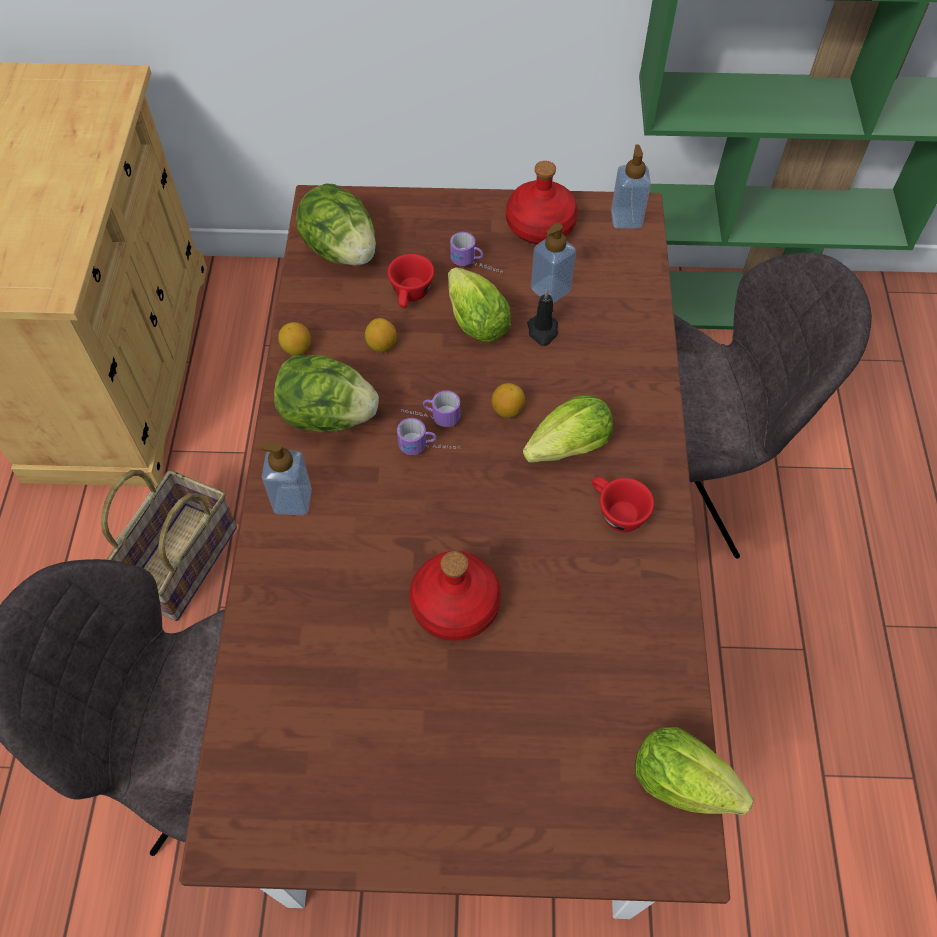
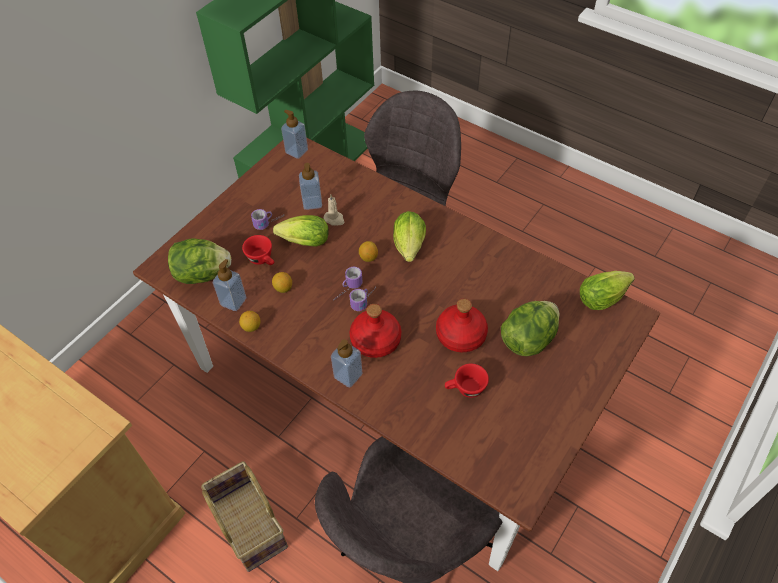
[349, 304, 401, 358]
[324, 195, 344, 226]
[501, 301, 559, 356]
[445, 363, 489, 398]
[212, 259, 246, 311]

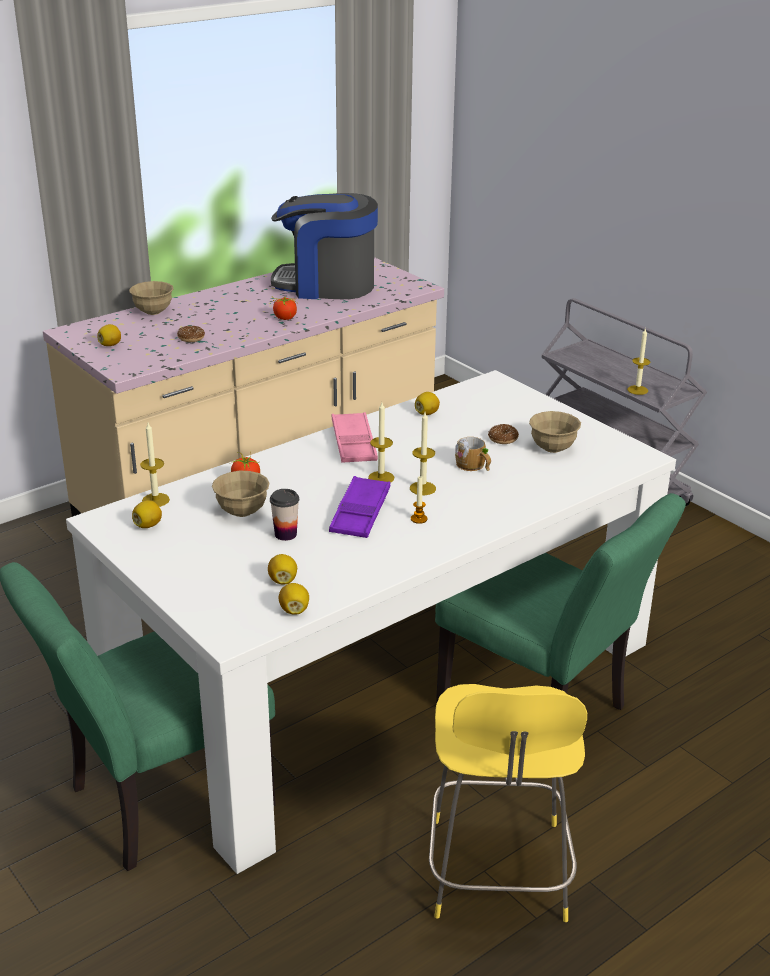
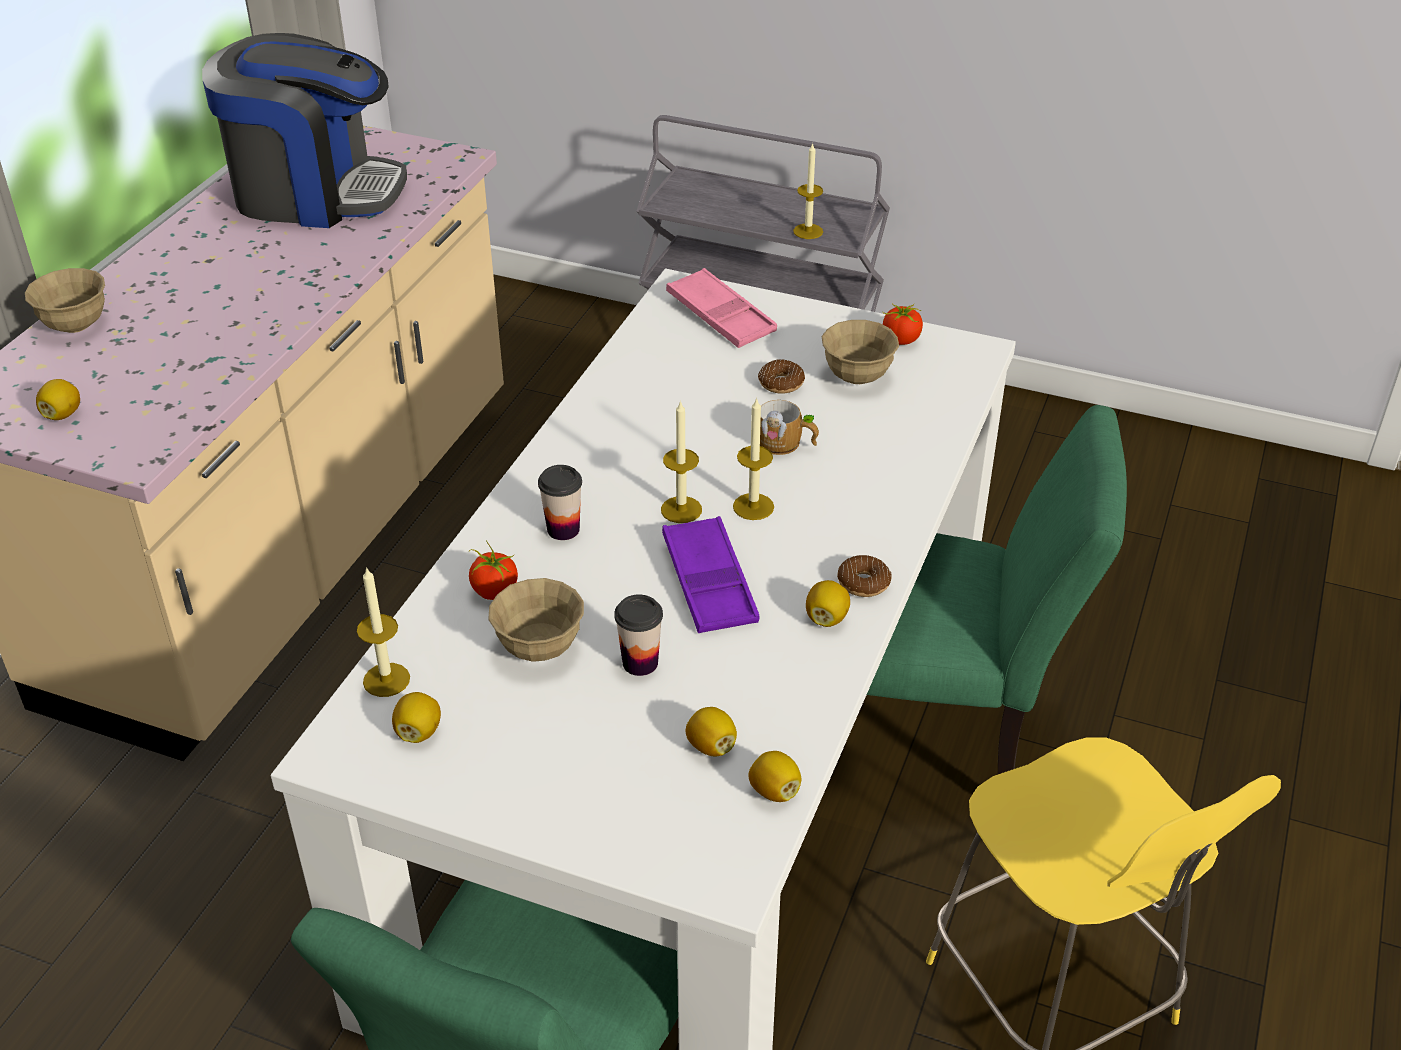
[202, 33, 407, 228]
[882, 303, 923, 345]
[837, 555, 892, 597]
[806, 580, 850, 627]
[666, 268, 777, 348]
[411, 476, 427, 524] (first image)
[538, 465, 582, 540]

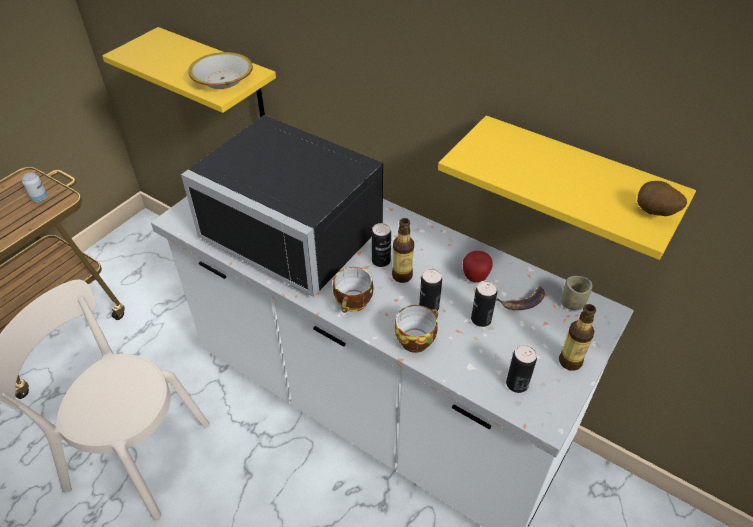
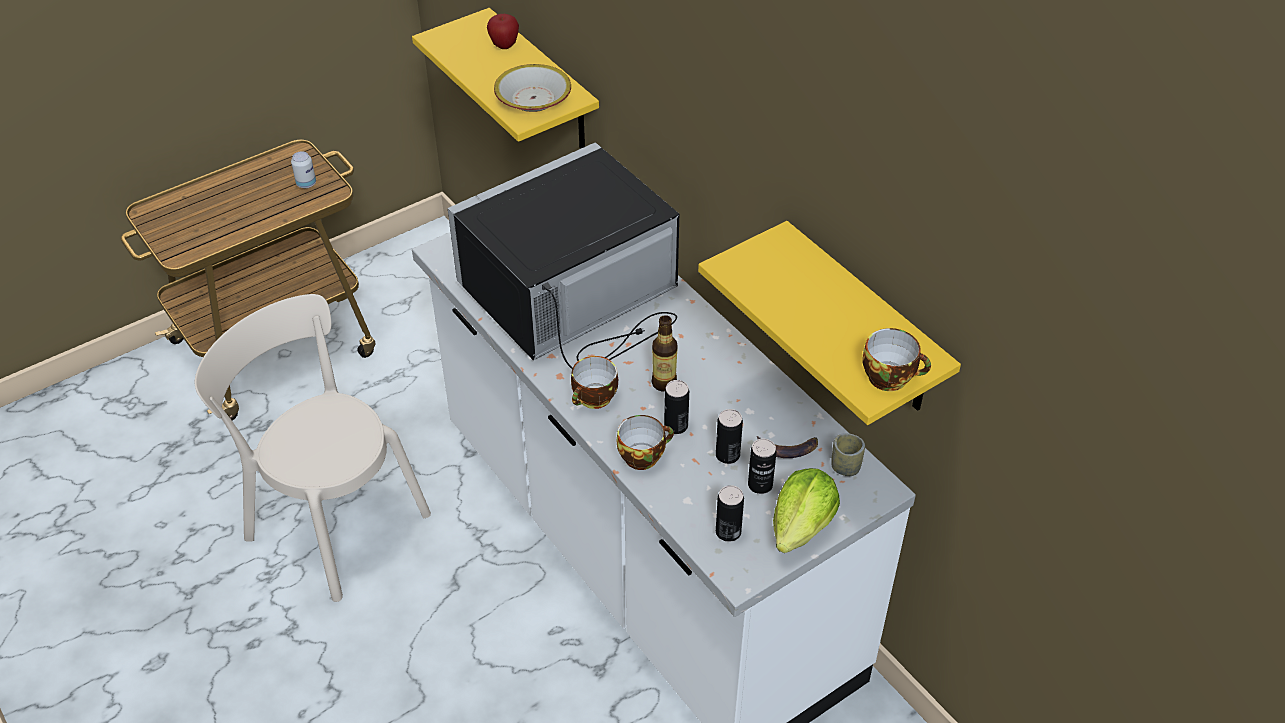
[448, 142, 679, 369]
[862, 328, 931, 391]
[748, 439, 777, 494]
[487, 14, 519, 49]
[773, 468, 840, 553]

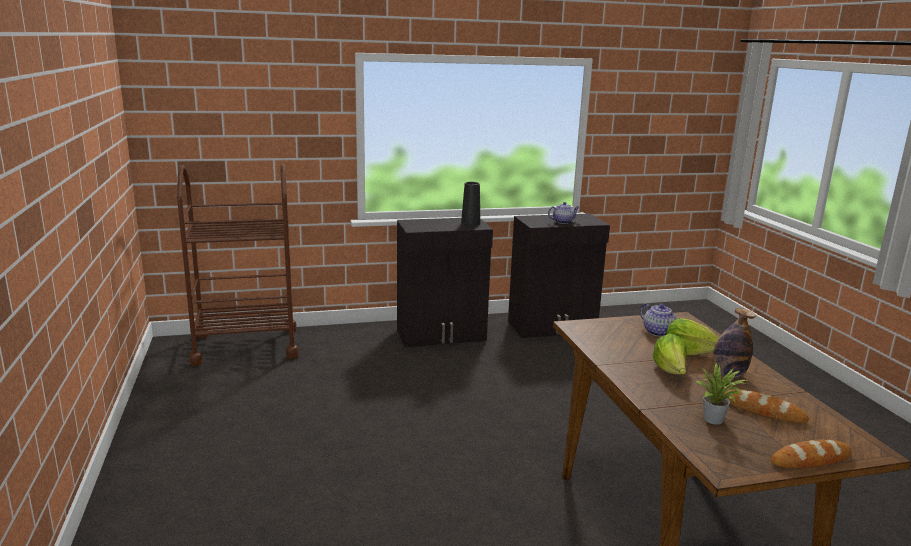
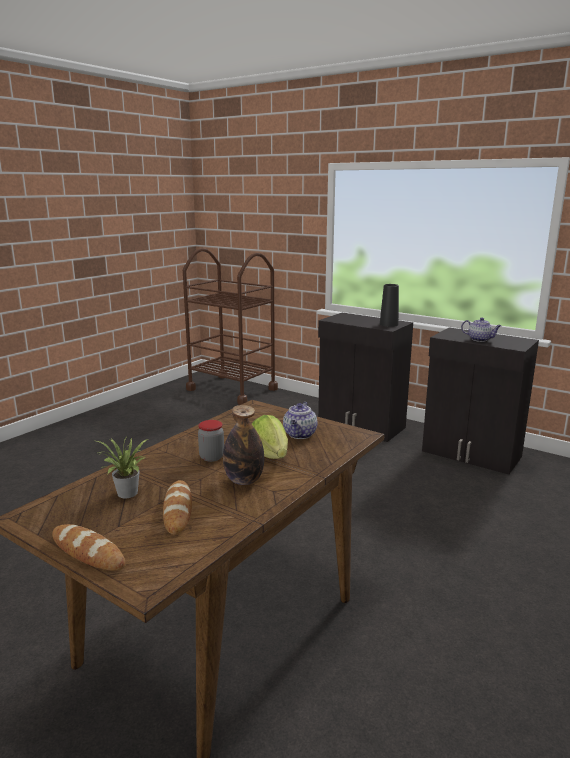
[198, 420, 224, 462]

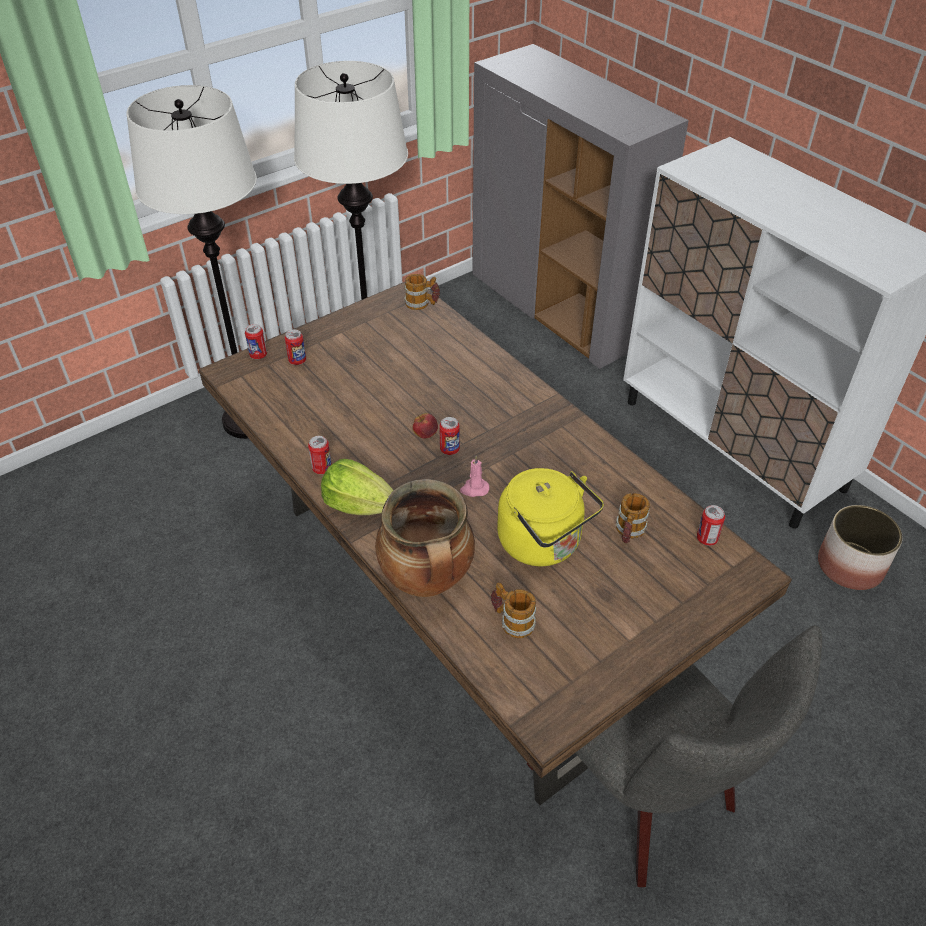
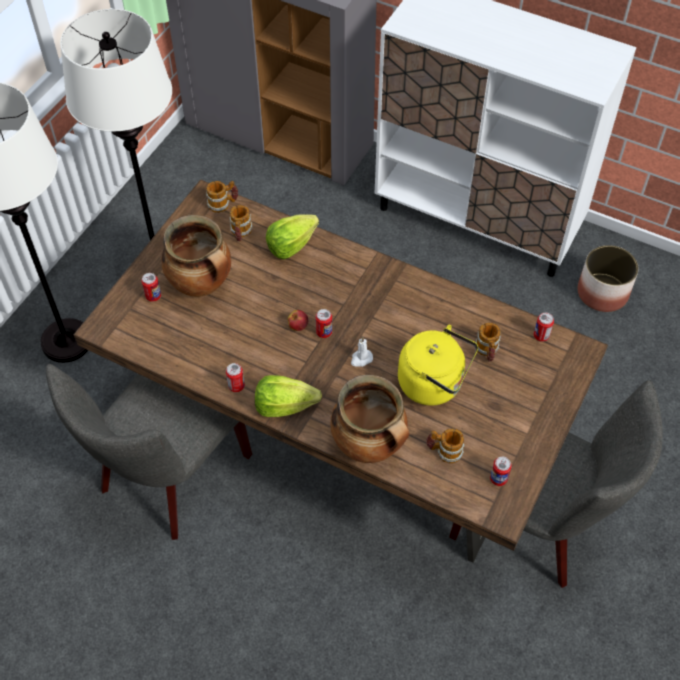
[490, 456, 512, 486]
[351, 337, 373, 367]
[230, 205, 252, 241]
[162, 215, 231, 297]
[266, 215, 319, 259]
[46, 364, 252, 540]

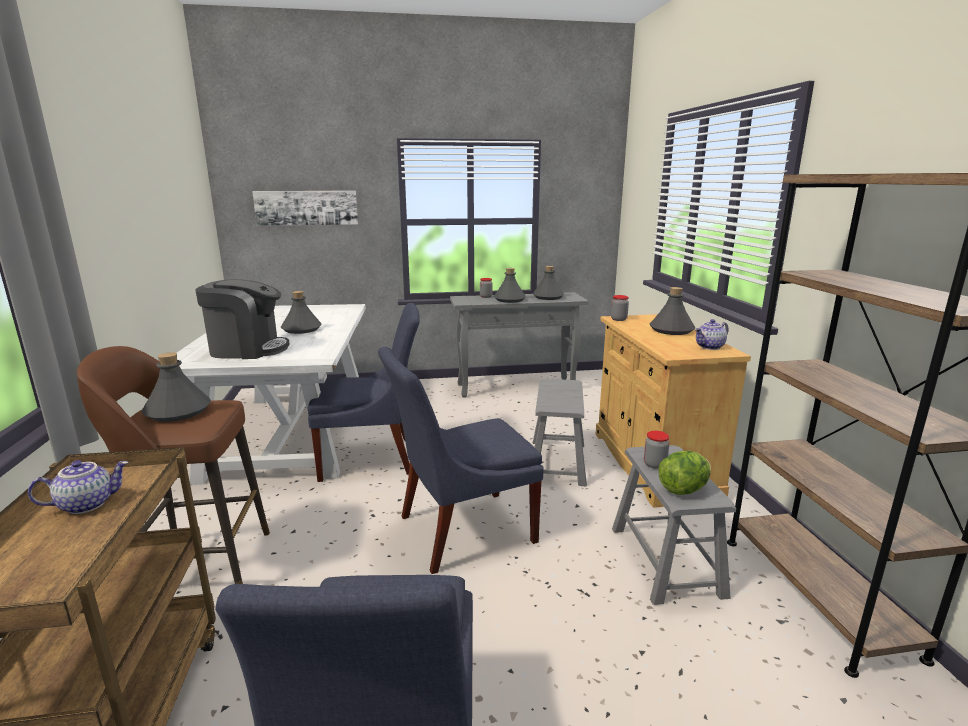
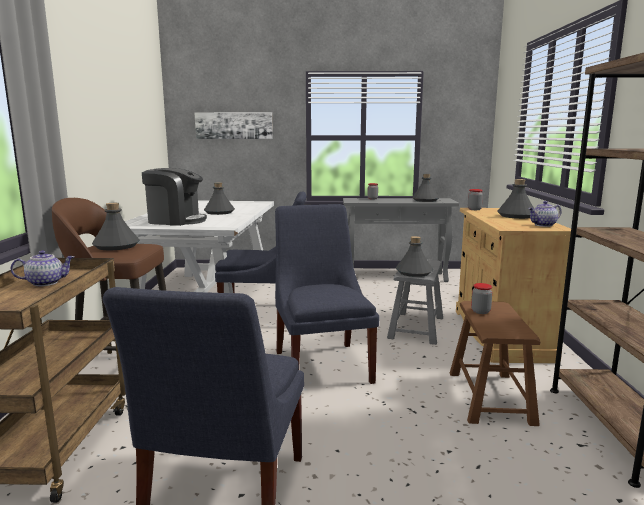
[396, 236, 433, 277]
[275, 204, 380, 384]
[450, 301, 540, 426]
[658, 451, 711, 495] (first image)

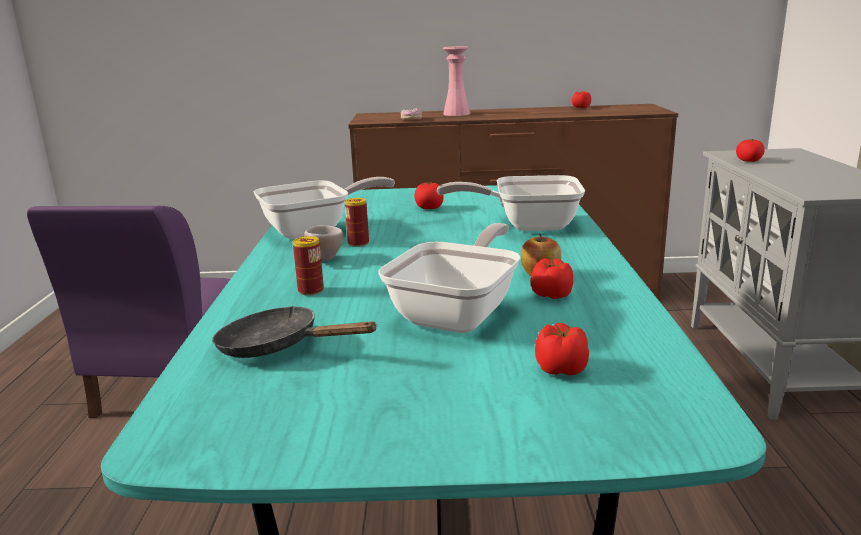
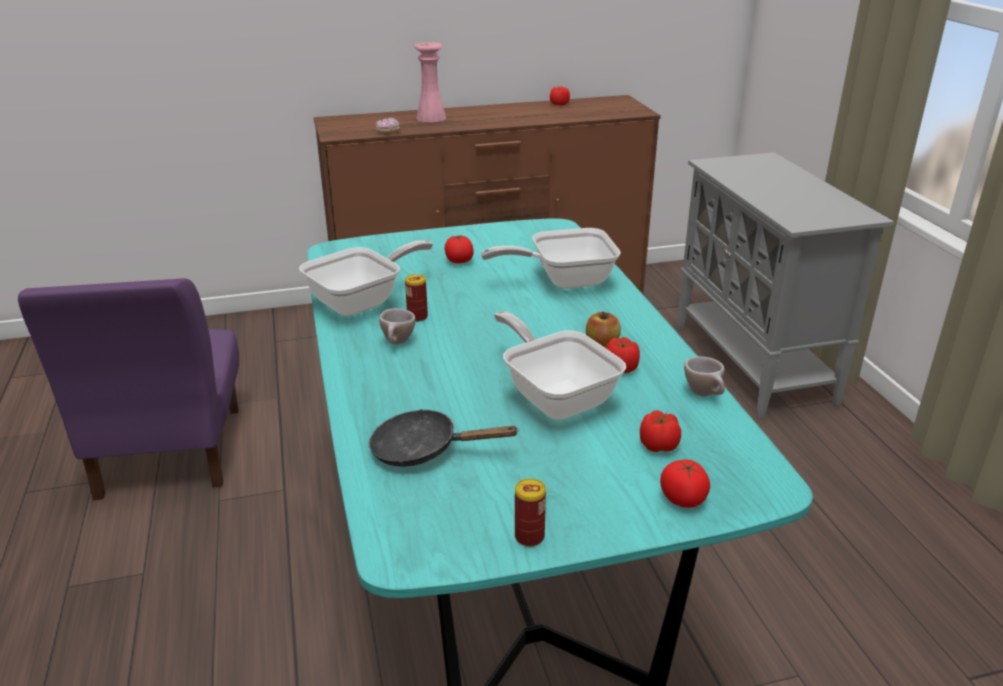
[660, 460, 710, 508]
[494, 311, 626, 420]
[515, 479, 546, 547]
[684, 356, 725, 396]

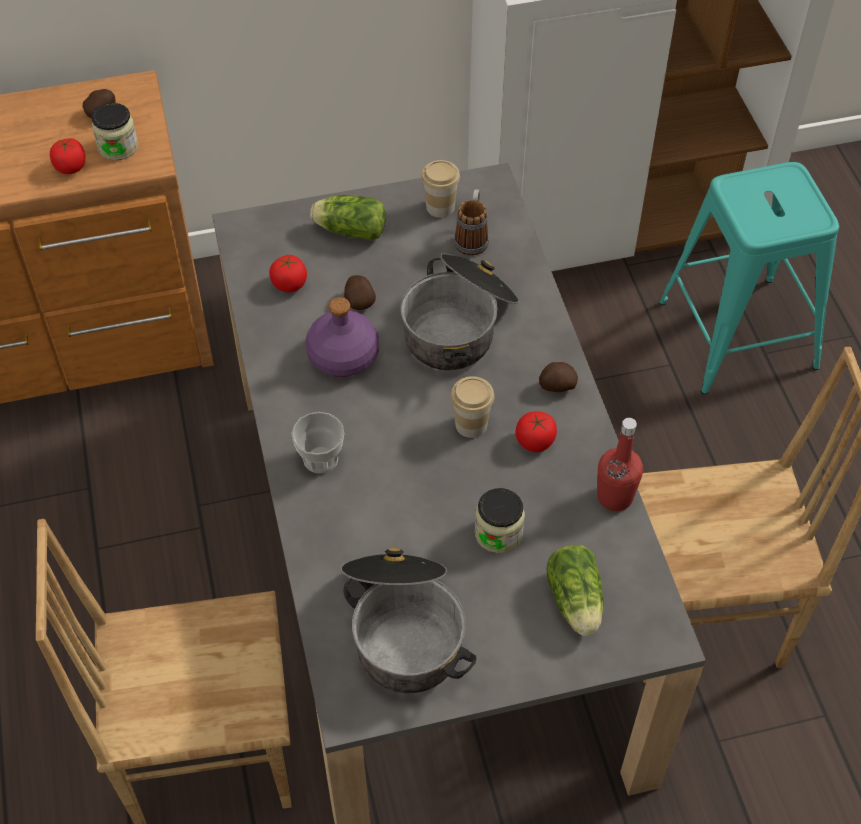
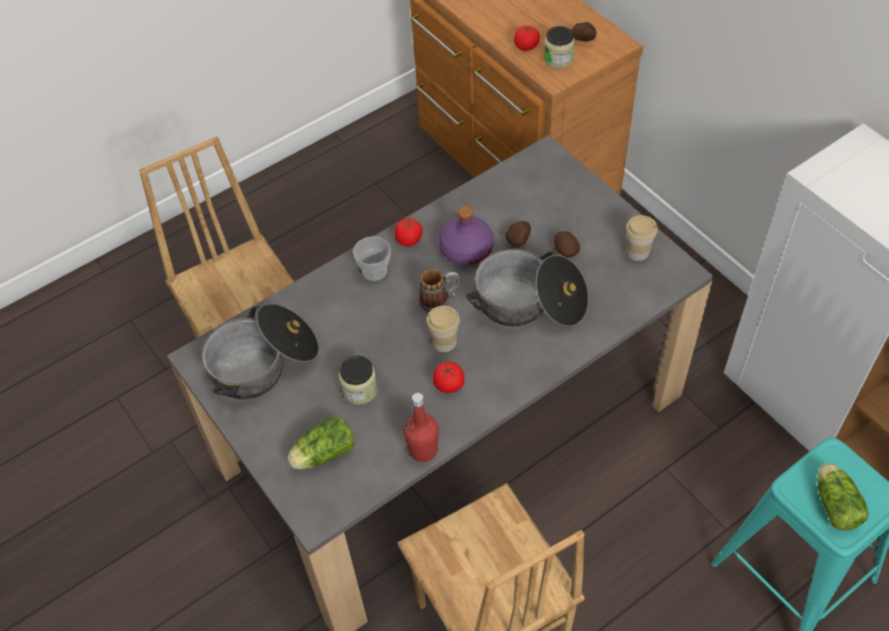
[419, 269, 461, 312]
[818, 463, 868, 531]
[395, 218, 423, 247]
[554, 231, 580, 258]

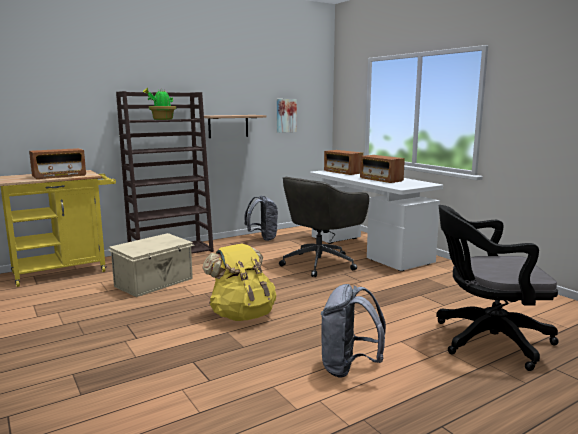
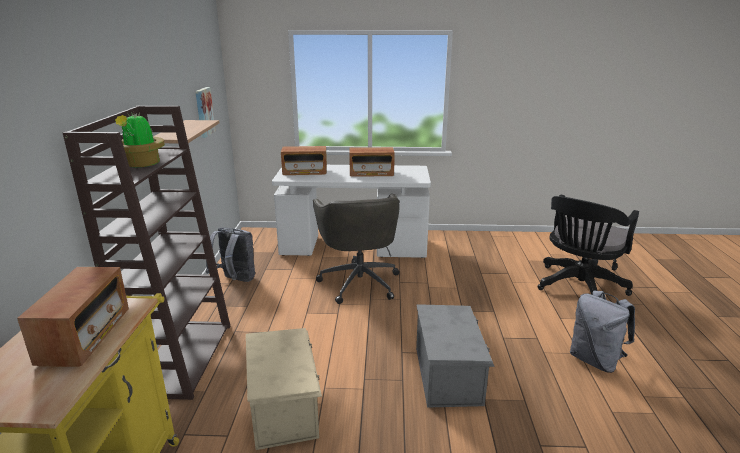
[416, 304, 495, 407]

